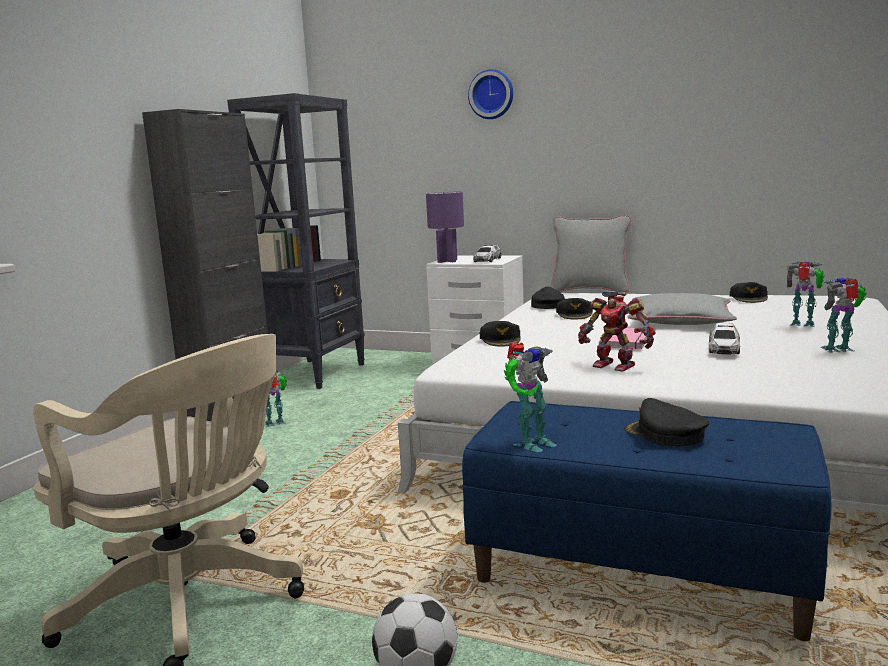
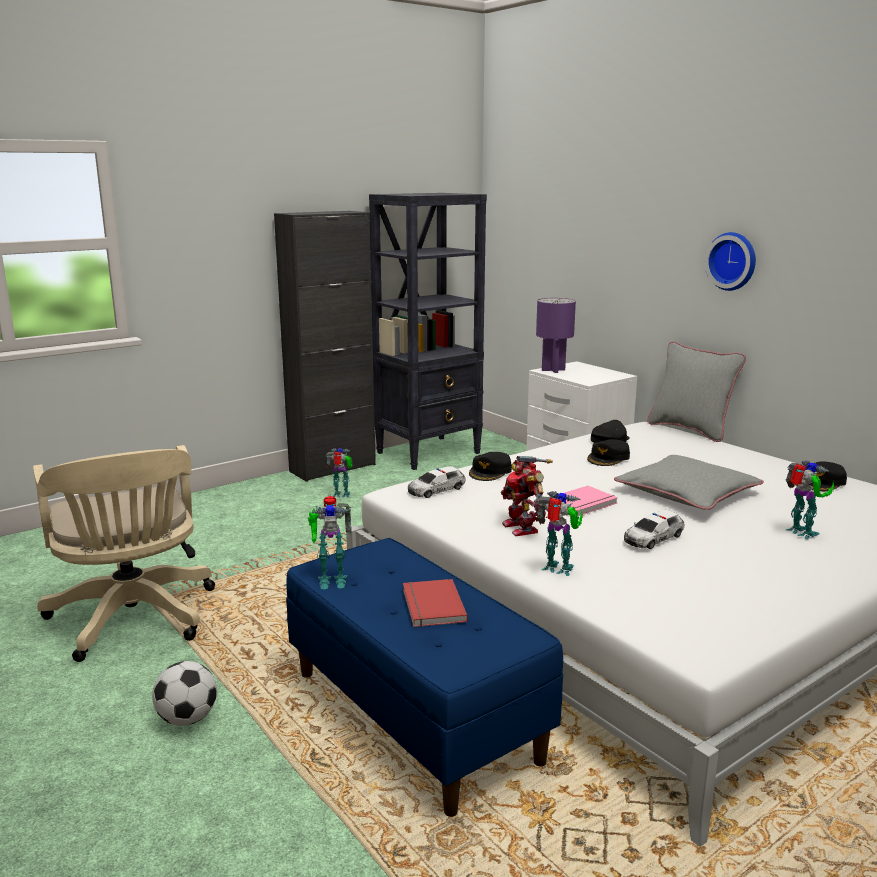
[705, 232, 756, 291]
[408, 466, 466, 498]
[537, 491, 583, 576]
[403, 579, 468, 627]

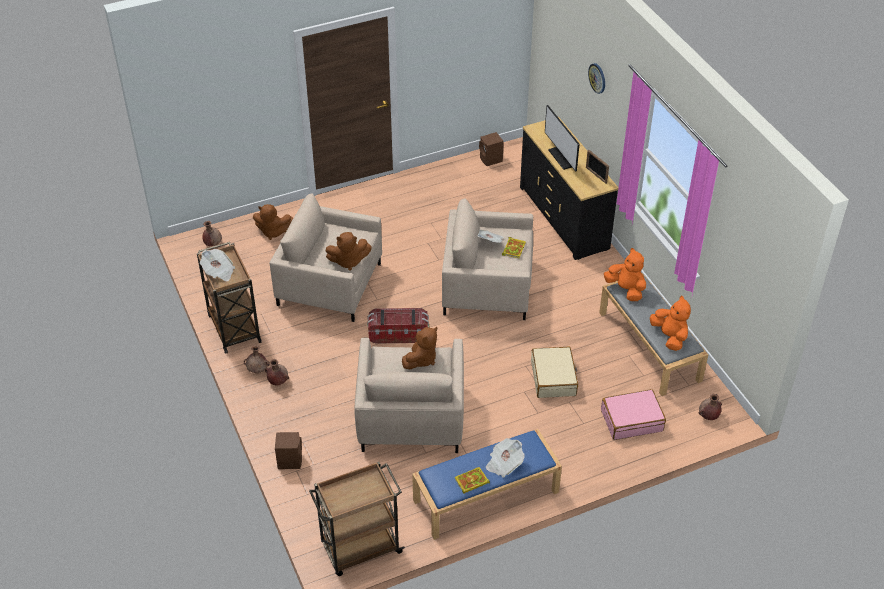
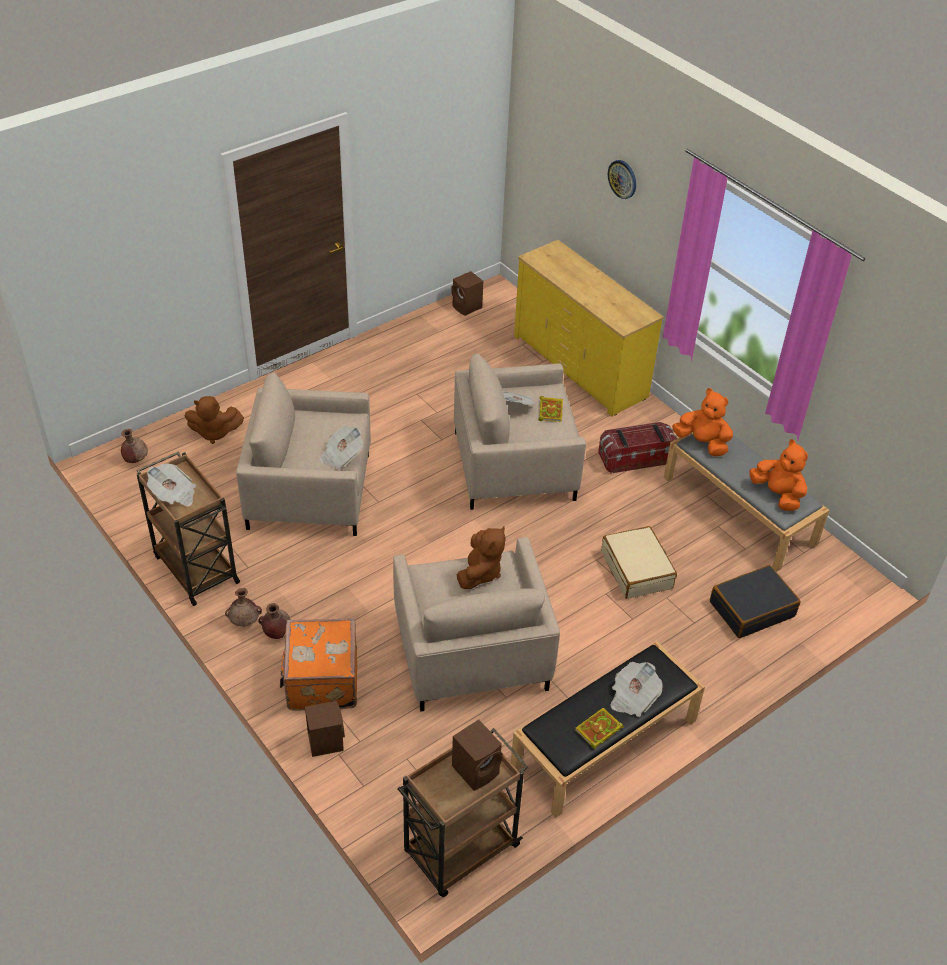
[545, 105, 579, 172] (first image)
[514, 240, 664, 416]
[586, 149, 609, 184] (first image)
[319, 426, 363, 470]
[598, 422, 677, 473]
[710, 565, 801, 638]
[699, 394, 722, 420] (first image)
[511, 641, 705, 818]
[280, 618, 357, 711]
[452, 719, 503, 791]

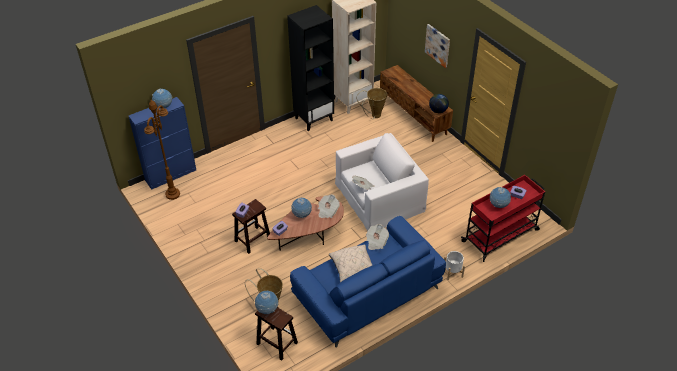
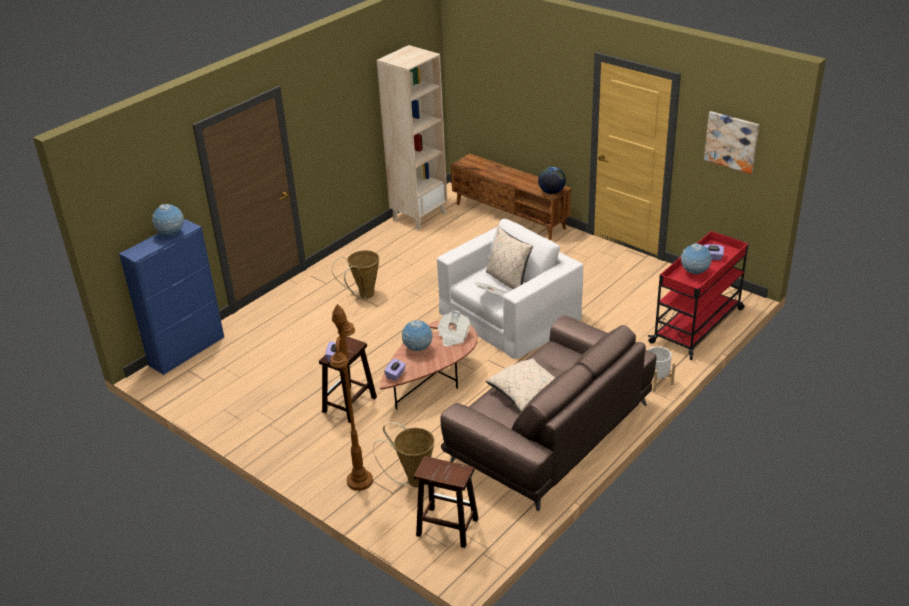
[287, 5, 334, 131] (first image)
[704, 111, 759, 174]
[332, 250, 379, 300]
[330, 304, 373, 491]
[440, 315, 657, 512]
[366, 224, 389, 250] (first image)
[255, 291, 278, 314] (first image)
[486, 226, 533, 289]

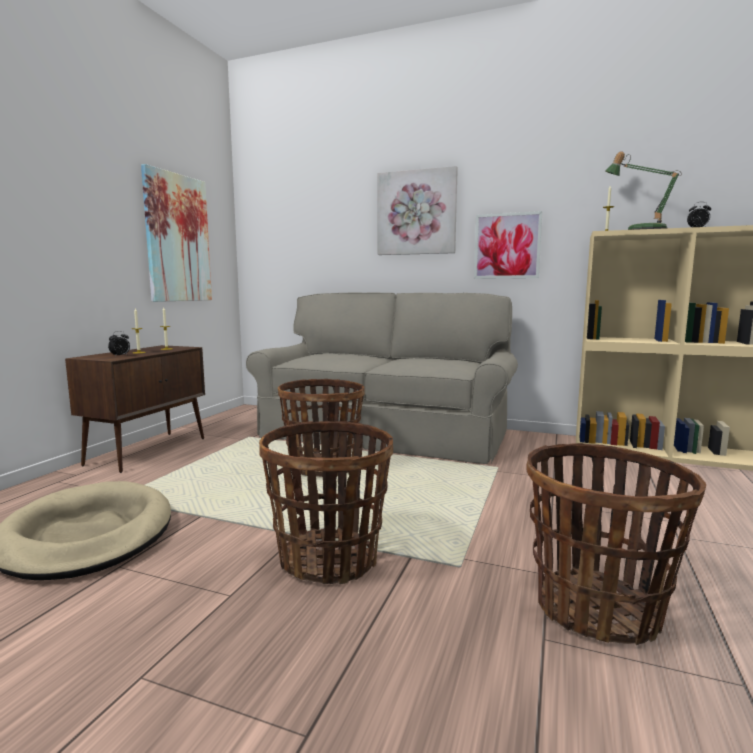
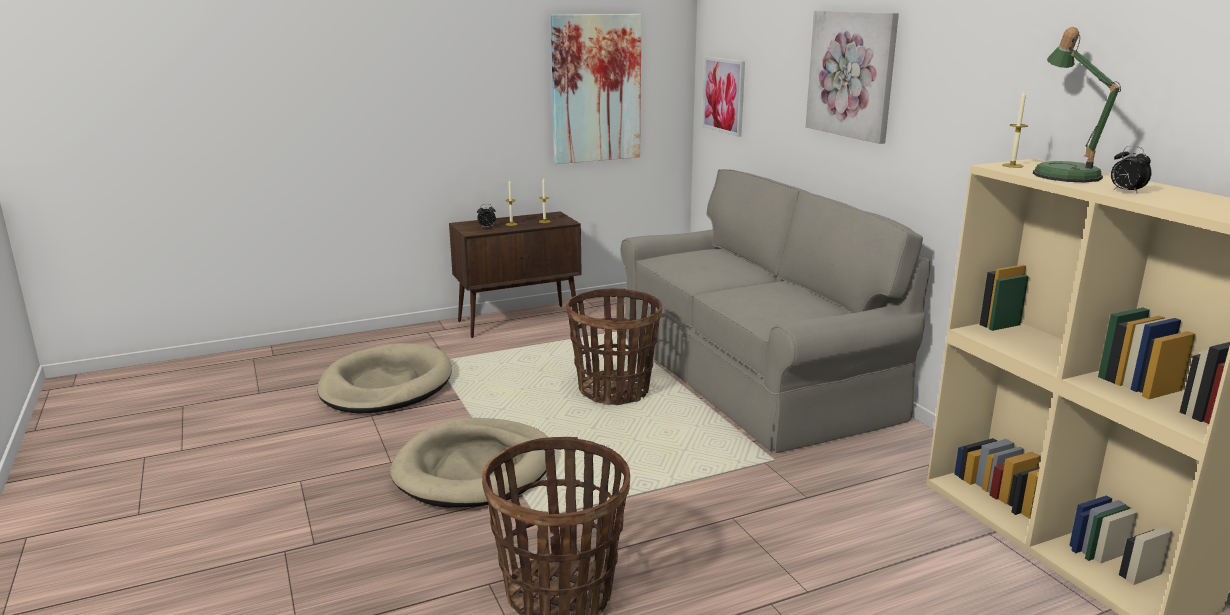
[702, 57, 745, 137]
[390, 418, 548, 508]

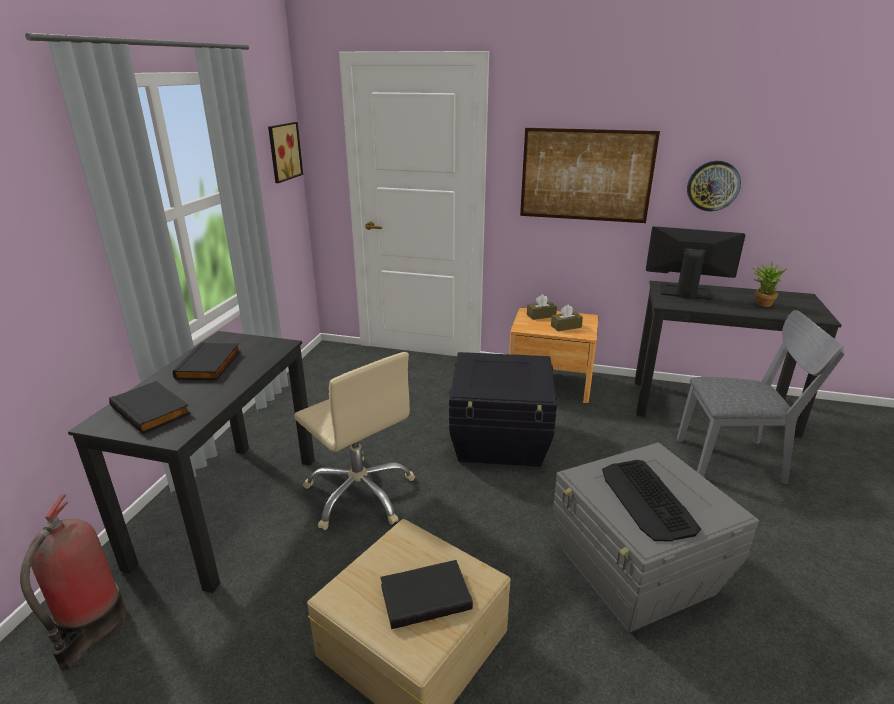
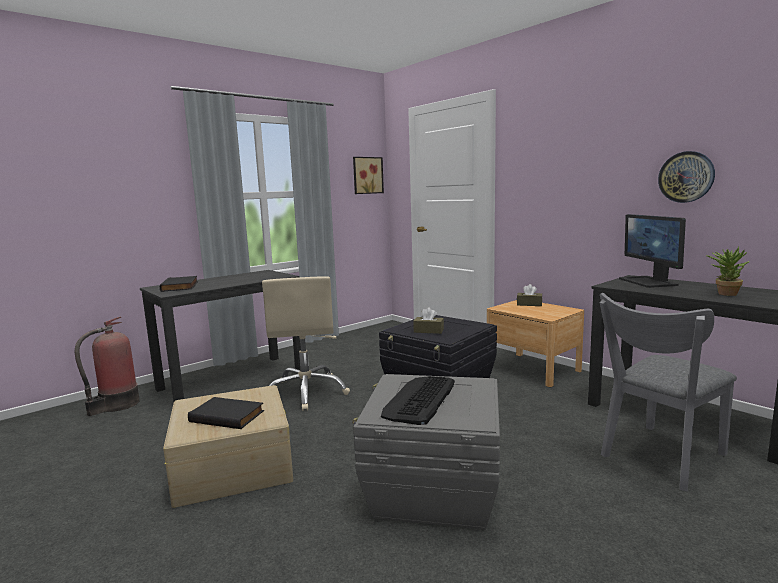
[520, 128, 660, 223] (first image)
[619, 214, 686, 288]
[413, 307, 444, 334]
[600, 293, 737, 491]
[173, 342, 241, 380] (first image)

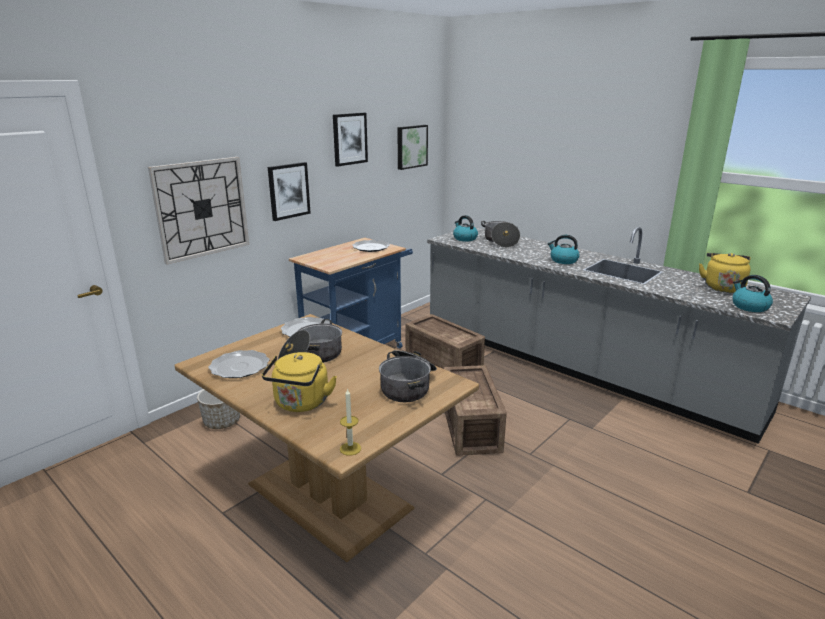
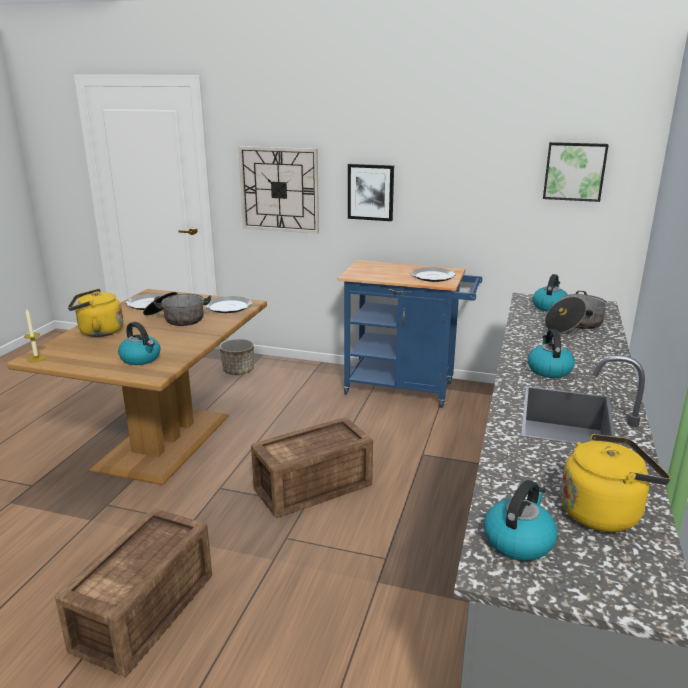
[333, 113, 368, 167] (first image)
[55, 508, 212, 677]
[118, 322, 160, 365]

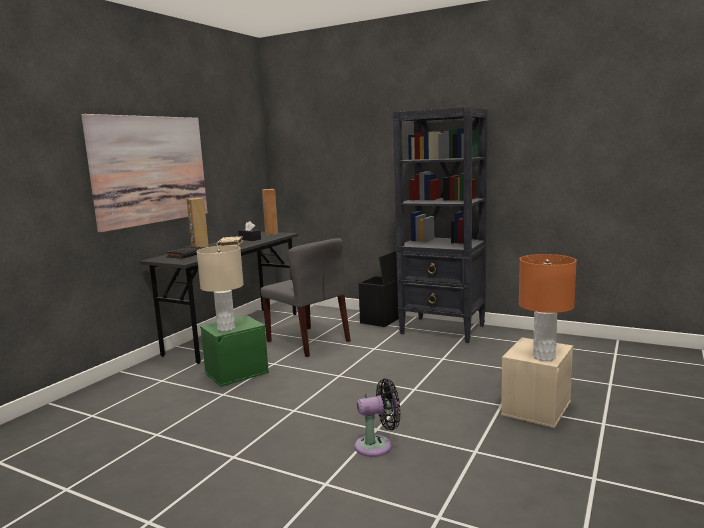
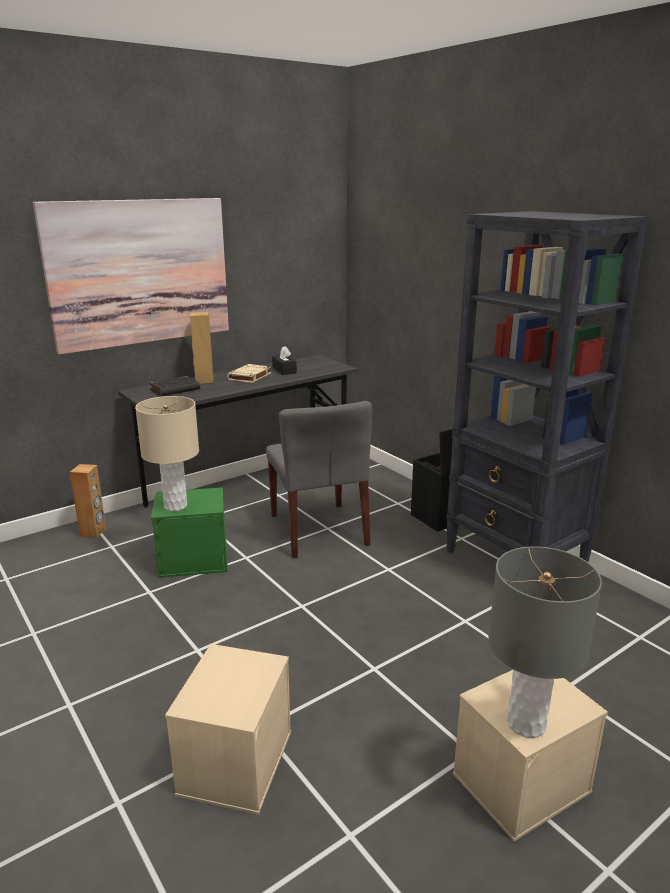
[70, 464, 106, 538]
[488, 546, 602, 738]
[165, 644, 291, 815]

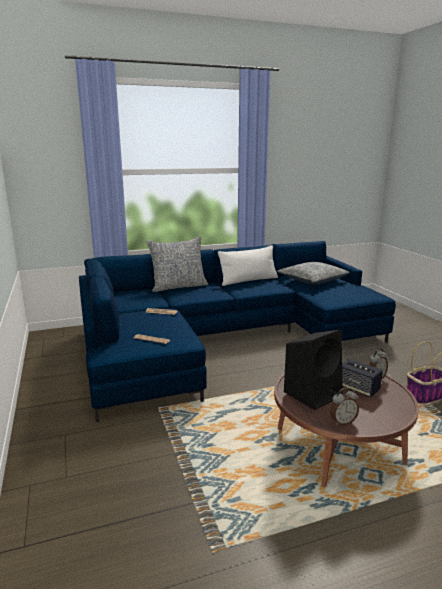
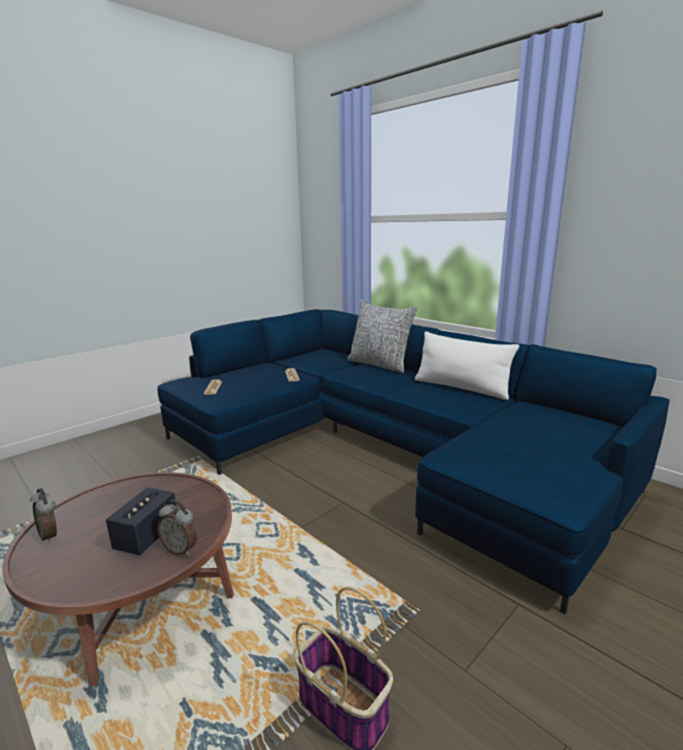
[277, 262, 350, 285] (first image)
[284, 330, 343, 410] (first image)

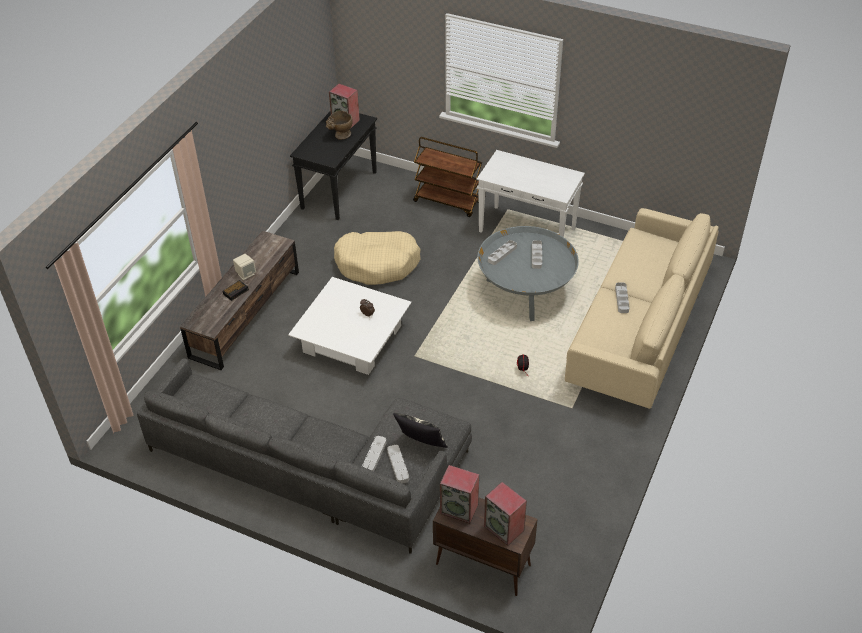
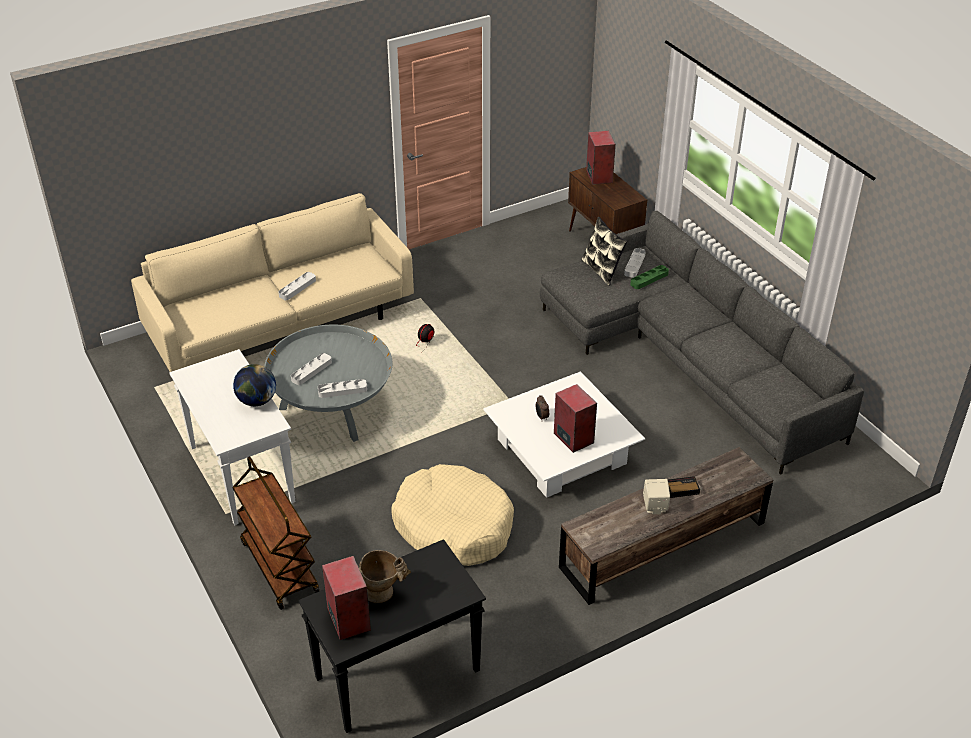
[630, 265, 669, 289]
[554, 384, 597, 453]
[233, 364, 276, 406]

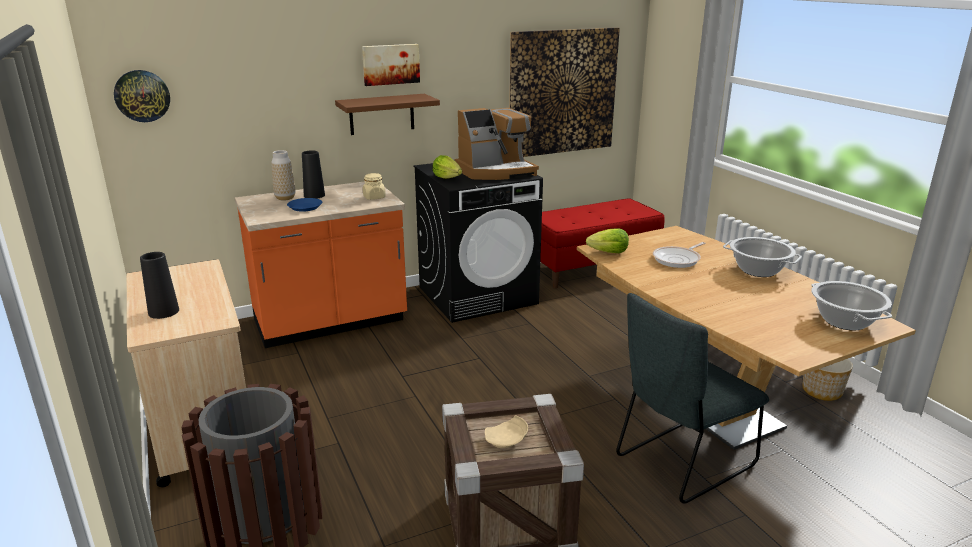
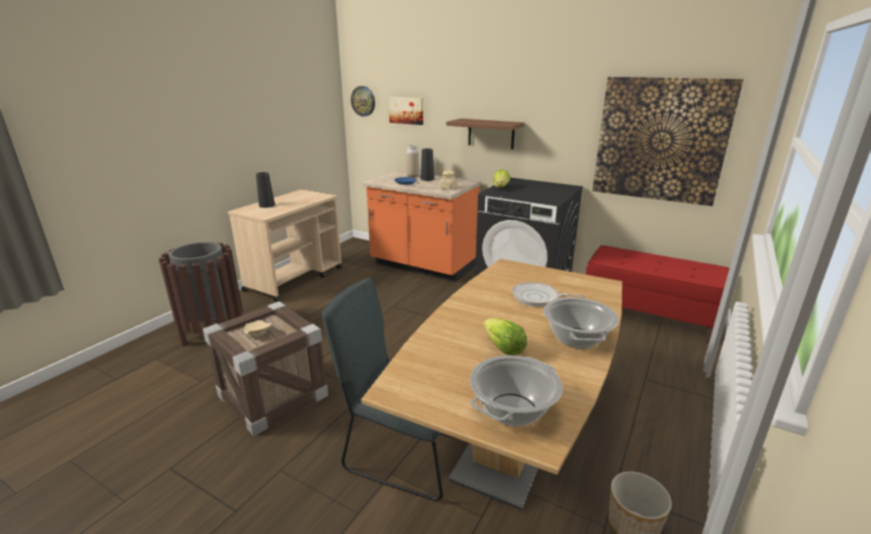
[389, 97, 423, 125]
[455, 108, 539, 180] (first image)
[483, 318, 527, 355]

